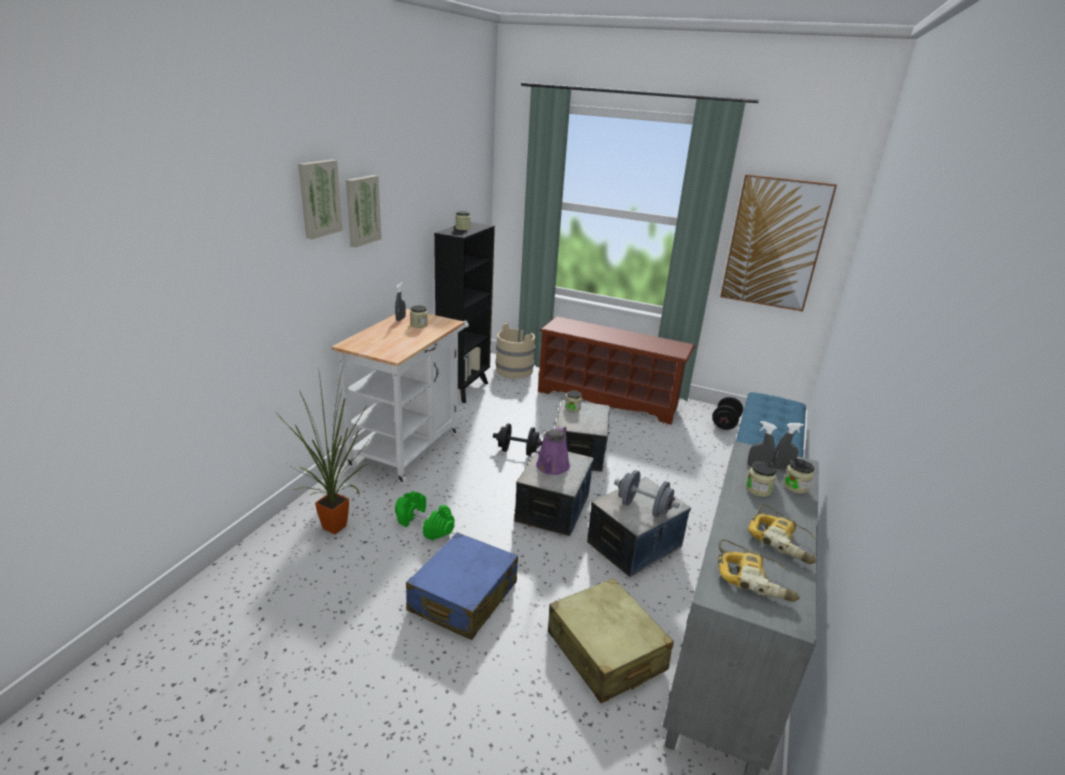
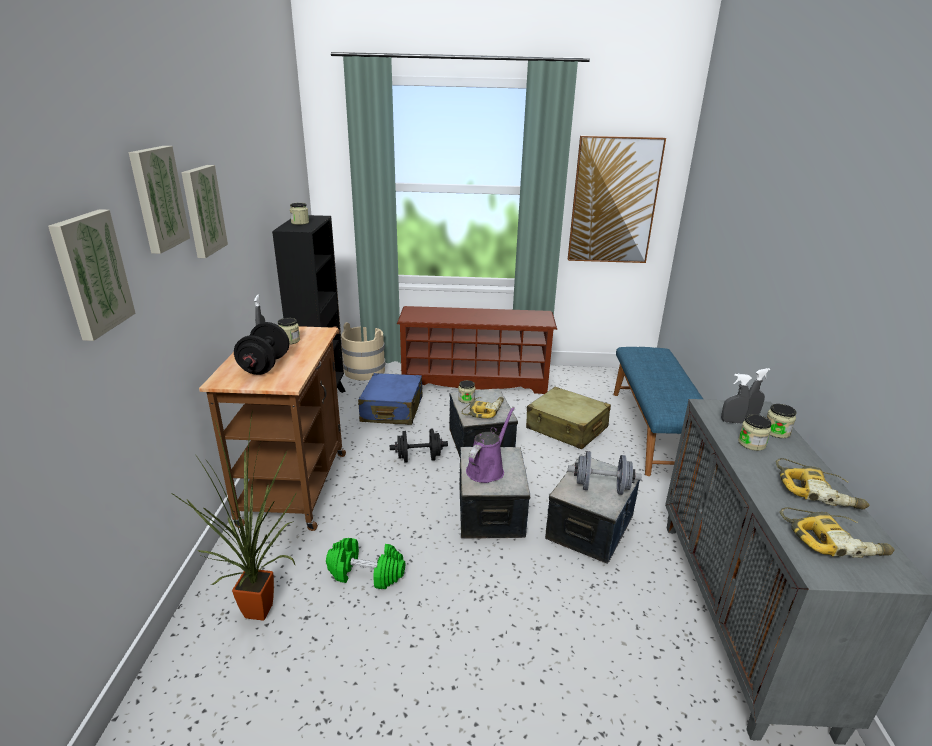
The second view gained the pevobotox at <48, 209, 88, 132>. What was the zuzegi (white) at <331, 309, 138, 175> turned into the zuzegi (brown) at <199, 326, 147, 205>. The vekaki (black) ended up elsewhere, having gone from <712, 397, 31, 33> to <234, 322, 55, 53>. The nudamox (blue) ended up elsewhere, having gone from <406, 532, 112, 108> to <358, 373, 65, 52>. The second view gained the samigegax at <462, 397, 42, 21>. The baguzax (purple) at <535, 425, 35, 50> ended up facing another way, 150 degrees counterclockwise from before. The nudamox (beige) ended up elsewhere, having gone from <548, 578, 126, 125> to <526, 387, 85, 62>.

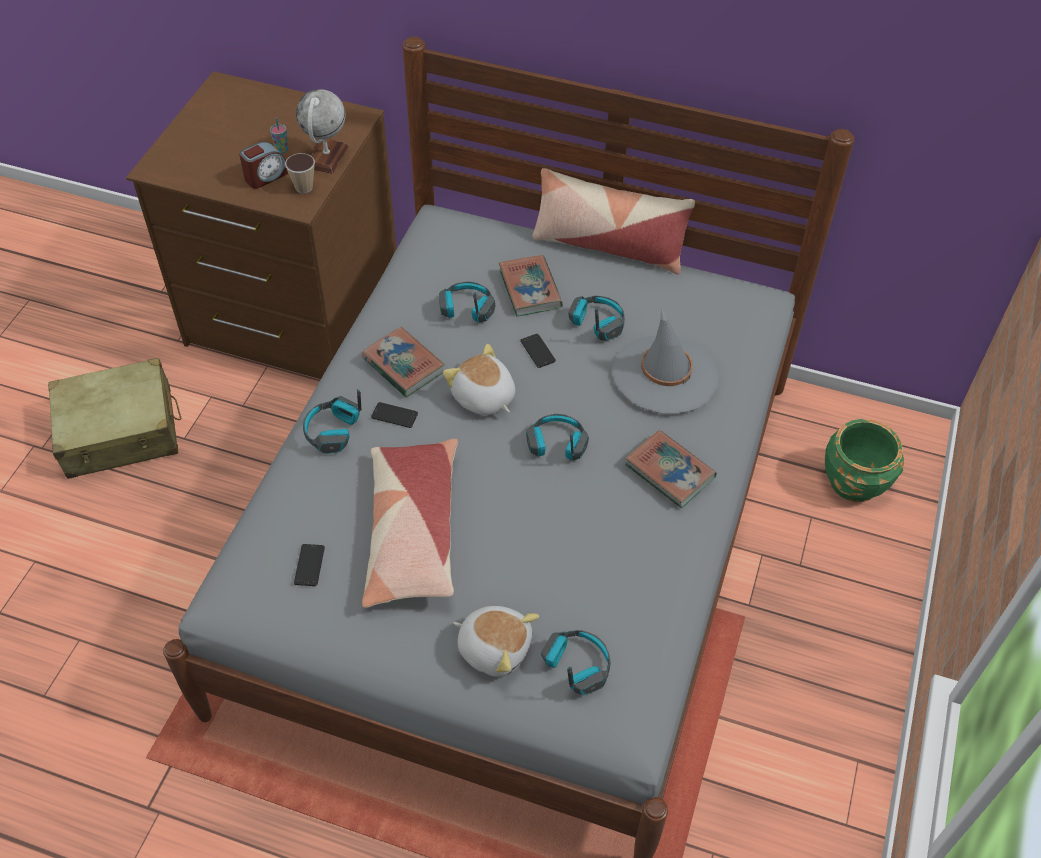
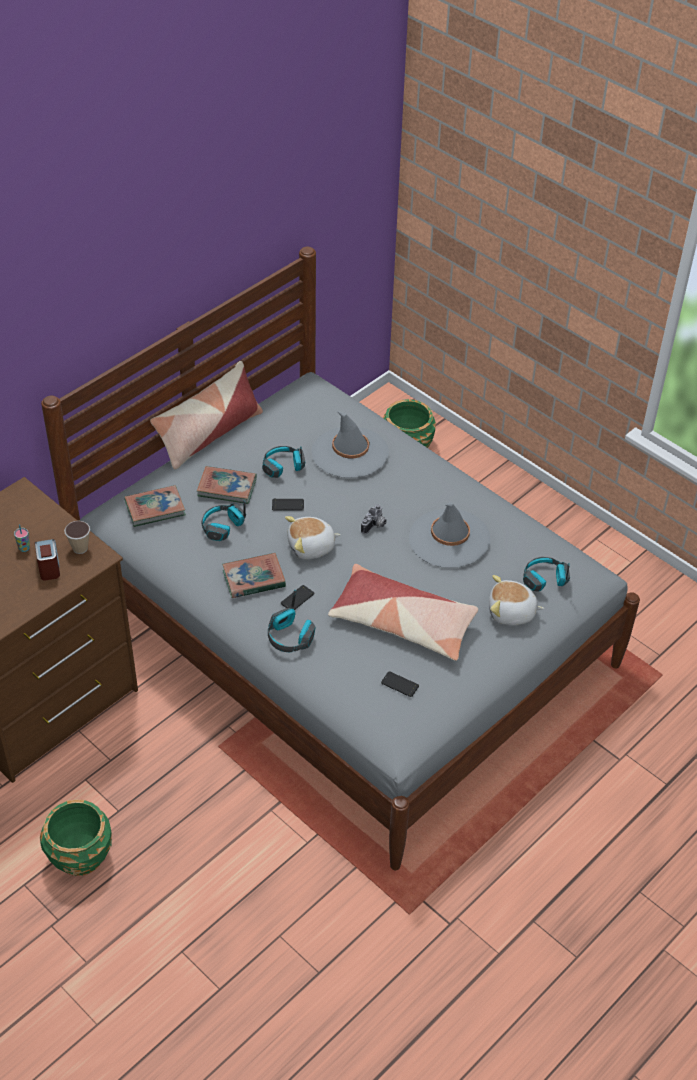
Where the nudamox (beige) stood at <48, 358, 133, 121>, the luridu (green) came to stand at <40, 799, 72, 77>. The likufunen ended up elsewhere, having gone from <625, 430, 92, 78> to <124, 485, 62, 42>. Where the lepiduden stood at <526, 414, 63, 47>, the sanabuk came to stand at <361, 504, 26, 30>. The second view gained the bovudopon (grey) at <409, 502, 81, 66>. The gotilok at <453, 606, 86, 71> ended up facing another way, 135 degrees counterclockwise from before. The second view lost the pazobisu at <296, 89, 52, 85>.

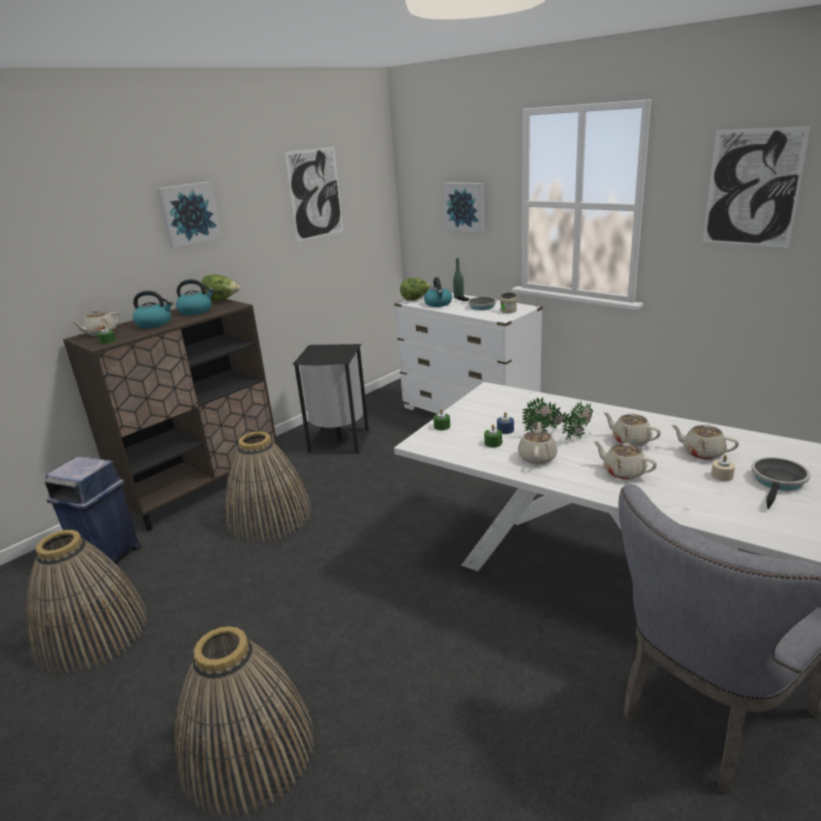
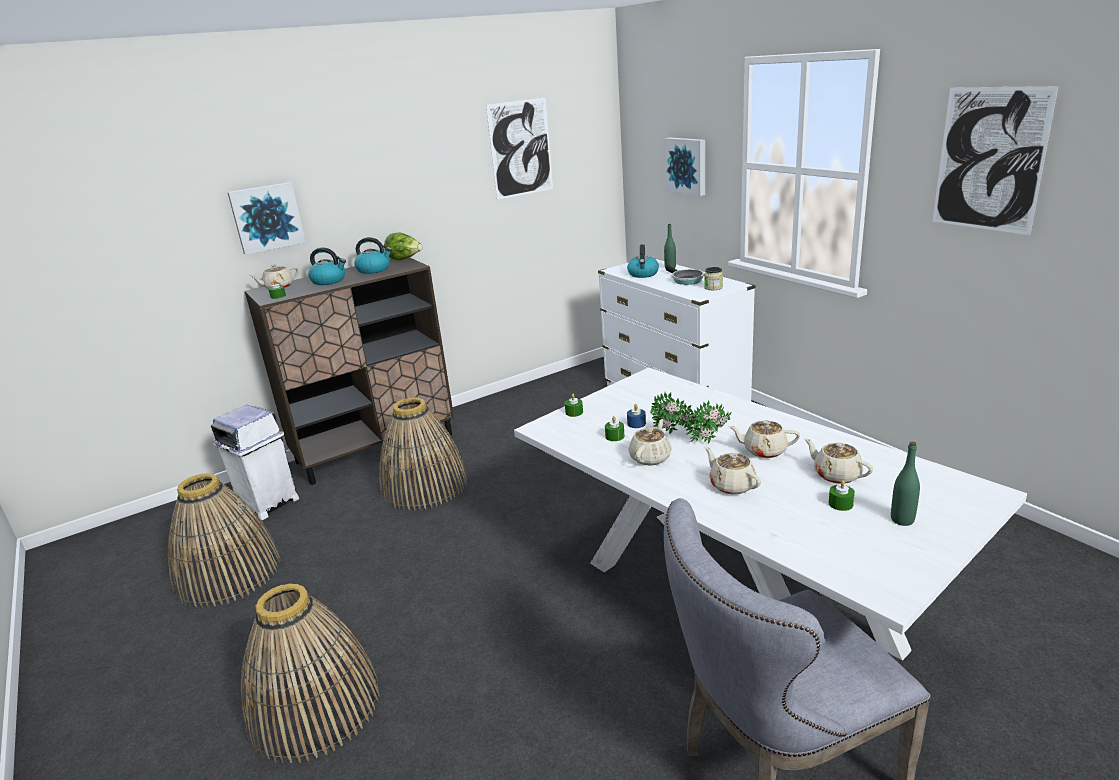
What was the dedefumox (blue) at <45, 456, 96, 117> turned into the dedefumox (white) at <211, 405, 88, 115>. The pevobotox ended up elsewhere, having gone from <157, 181, 65, 67> to <227, 182, 79, 73>. The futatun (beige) at <603, 412, 58, 34> ended up facing another way, 45 degrees counterclockwise from before. What was the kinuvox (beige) at <711, 455, 24, 26> turned into the kinuvox (green) at <829, 480, 26, 31>. Where the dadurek stood at <751, 457, 59, 52>, the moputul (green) came to stand at <891, 442, 29, 84>. The second view lost the dedefumox (black) at <292, 344, 78, 110>. The second view lost the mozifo at <400, 278, 31, 23>.

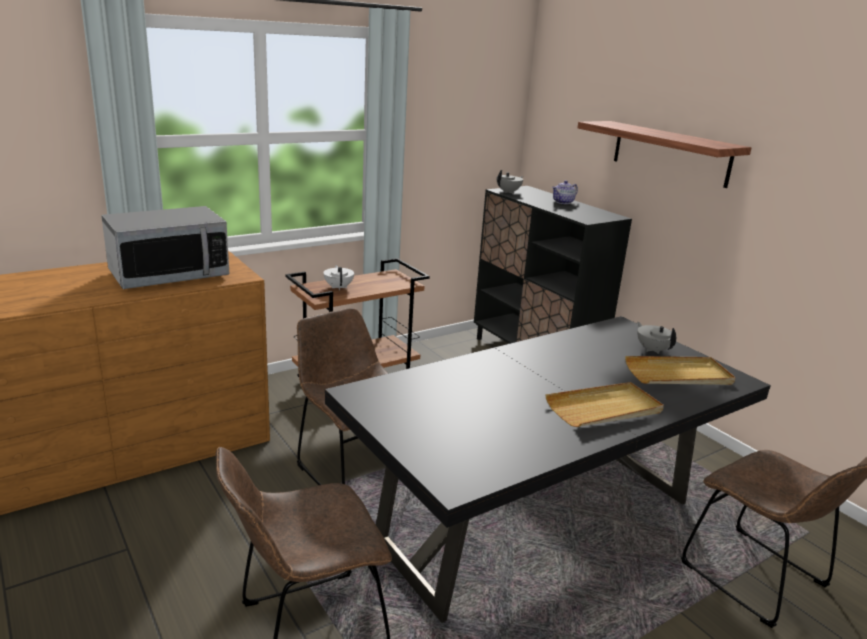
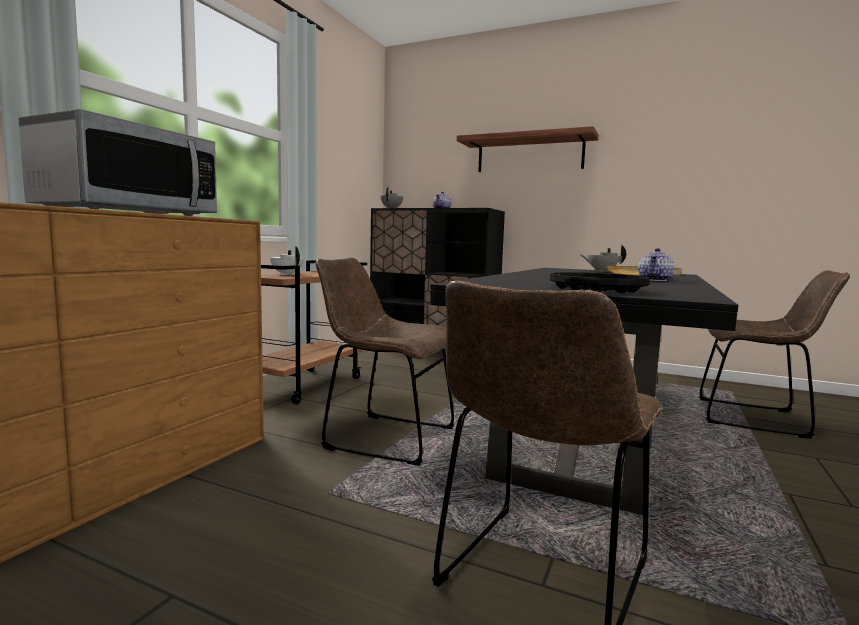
The second view gained the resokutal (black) at <550, 272, 100, 21>. Where the resokutal (beige) stood at <545, 382, 119, 45>, the futatun came to stand at <638, 248, 36, 33>.

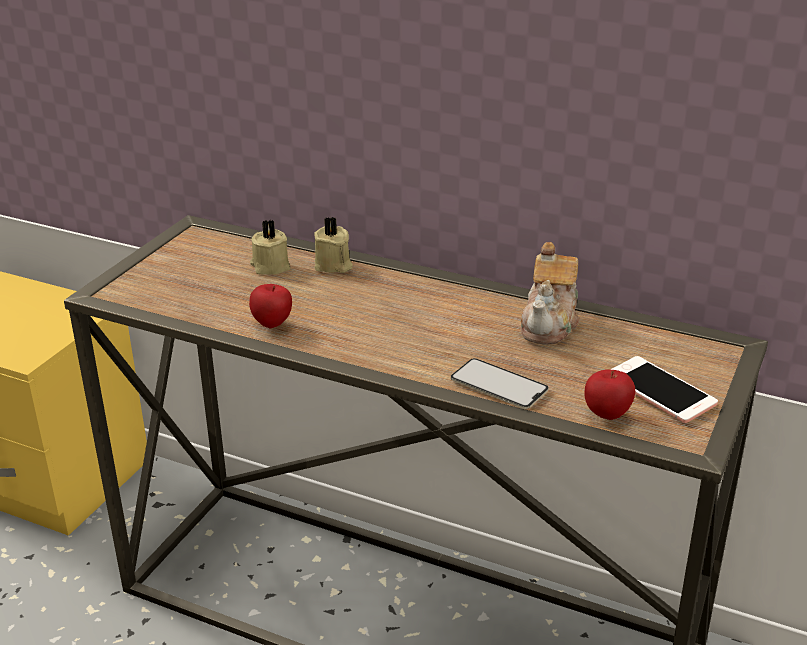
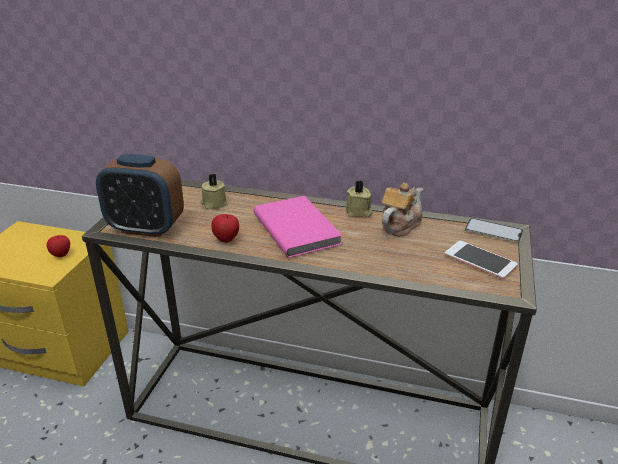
The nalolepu ended up elsewhere, having gone from <584, 369, 51, 51> to <47, 235, 23, 22>. The second view gained the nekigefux at <96, 154, 88, 83>. The second view gained the likufunen (pink) at <253, 196, 90, 62>. The kinuvox (beige) ended up elsewhere, having gone from <314, 217, 39, 56> to <346, 180, 27, 37>. The futatun at <520, 242, 60, 103> ended up facing another way, 150 degrees counterclockwise from before. The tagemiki ended up elsewhere, having gone from <451, 358, 98, 51> to <465, 218, 58, 25>.

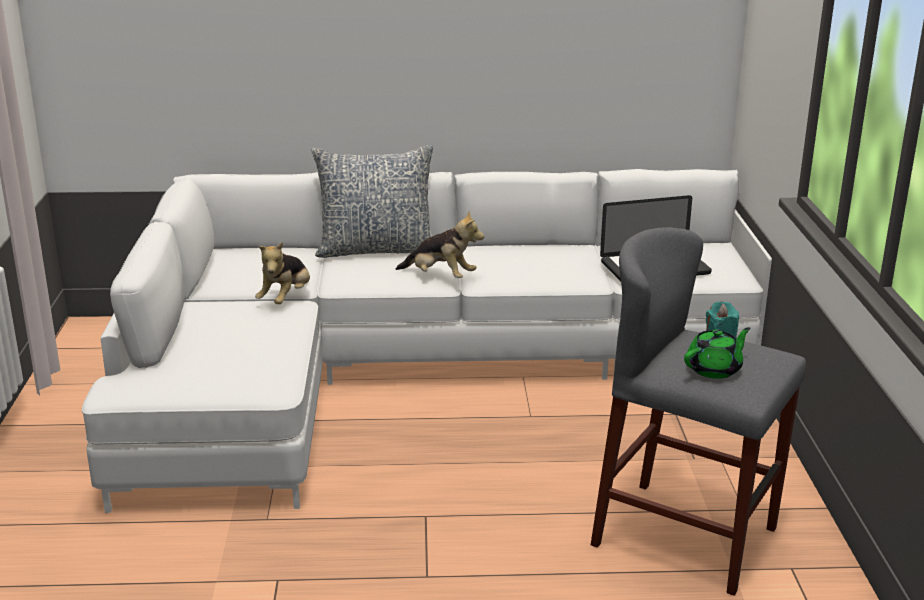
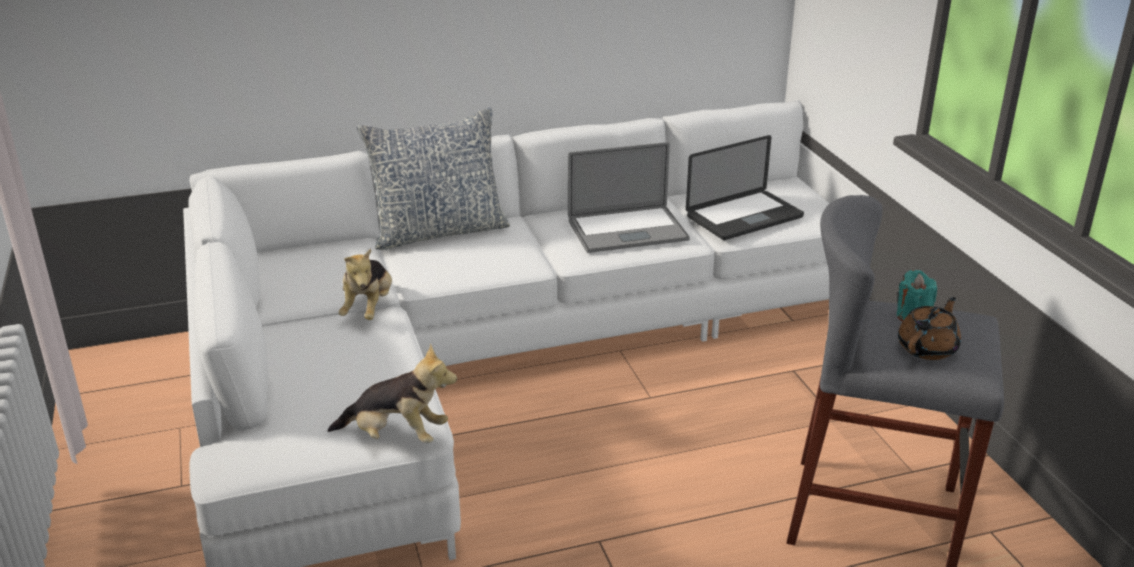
The gotilok ended up elsewhere, having gone from <396, 211, 88, 67> to <327, 344, 130, 99>. The second view gained the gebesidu at <568, 142, 122, 111>. What was the futatun (green) at <684, 327, 67, 52> turned into the futatun (brown) at <898, 297, 63, 63>.

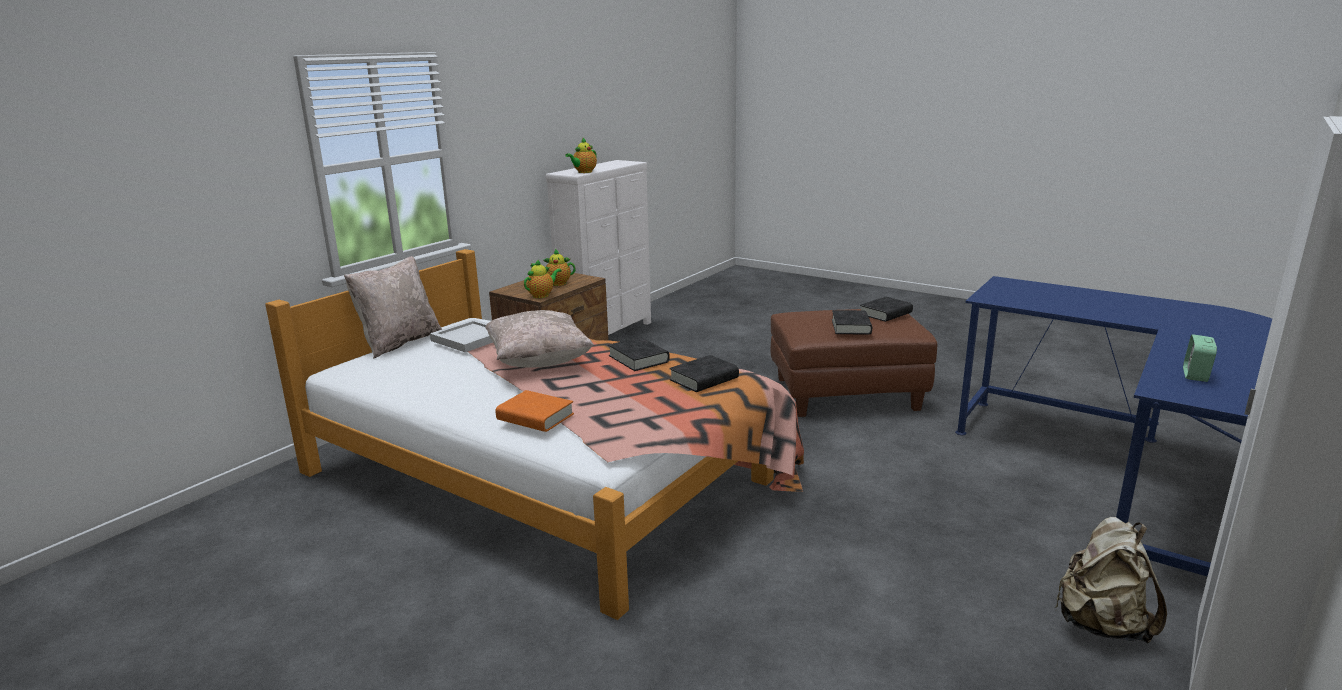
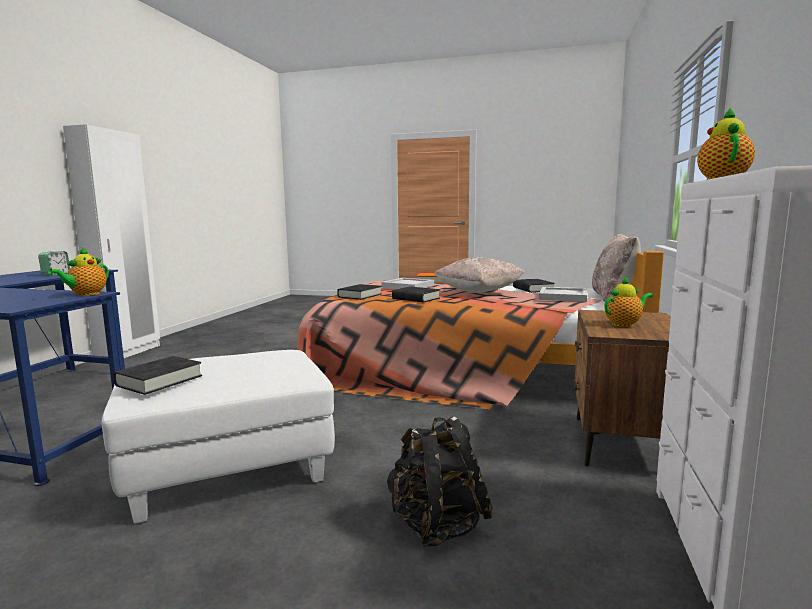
The futatun ended up elsewhere, having gone from <524, 259, 38, 39> to <48, 247, 61, 49>. What was the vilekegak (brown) at <771, 309, 166, 108> turned into the vilekegak (white) at <102, 350, 233, 174>. The second view gained the resokutal (white) at <381, 278, 53, 11>. The second view gained the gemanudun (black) at <387, 416, 106, 131>. The likufunen (black) ended up elsewhere, having gone from <832, 310, 40, 25> to <513, 279, 42, 14>. The second view lost the gemanudun (beige) at <1055, 517, 112, 127>.

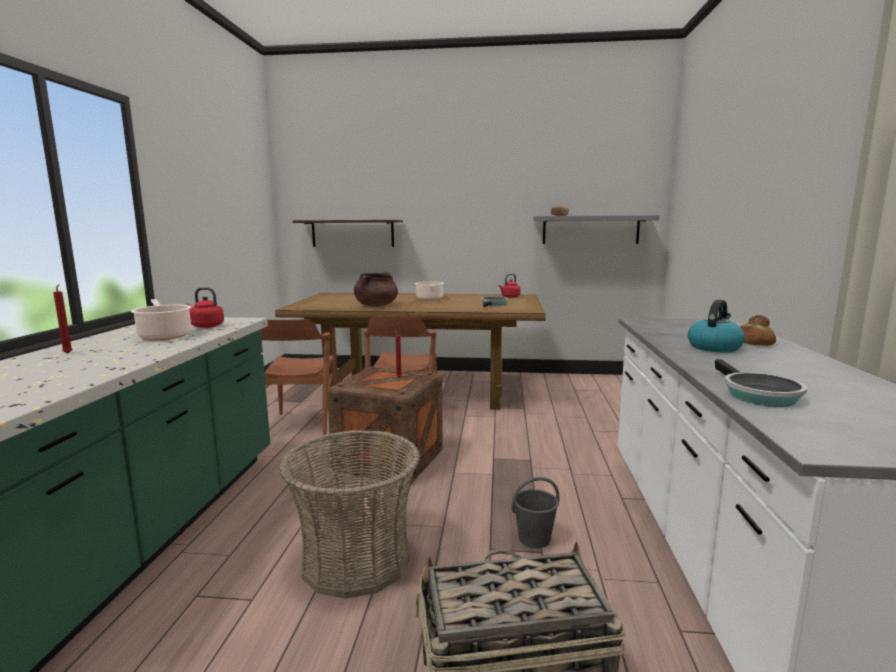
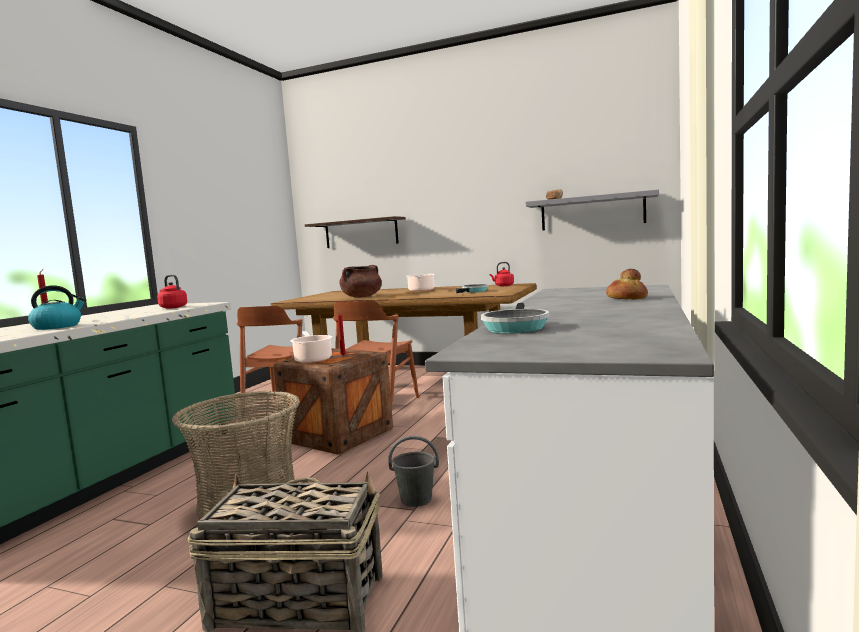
The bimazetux ended up elsewhere, having gone from <688, 300, 57, 53> to <28, 285, 58, 45>. The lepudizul ended up elsewhere, having gone from <131, 299, 60, 41> to <290, 331, 42, 32>.

